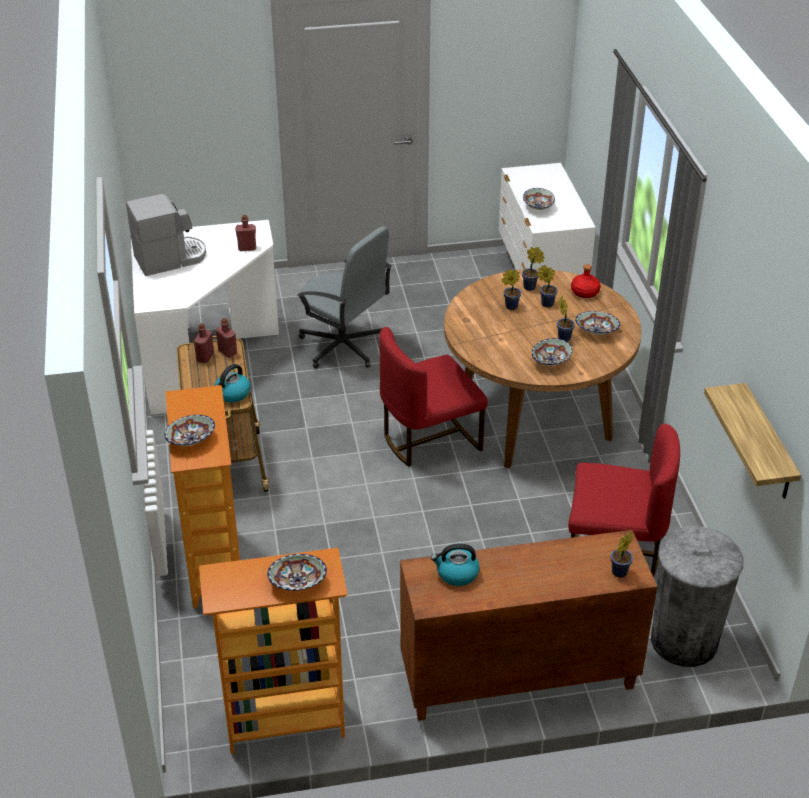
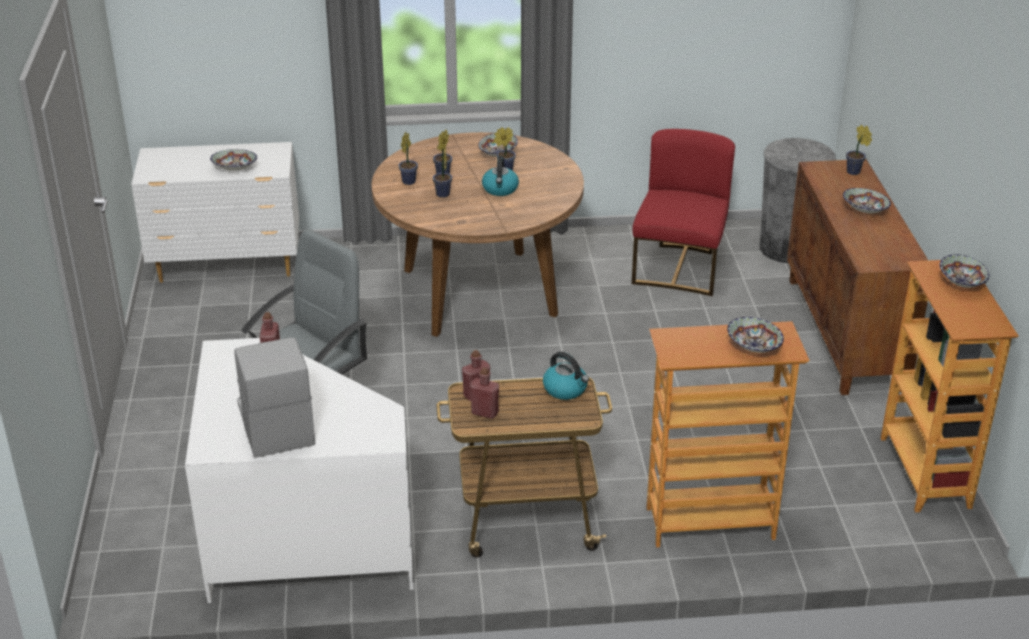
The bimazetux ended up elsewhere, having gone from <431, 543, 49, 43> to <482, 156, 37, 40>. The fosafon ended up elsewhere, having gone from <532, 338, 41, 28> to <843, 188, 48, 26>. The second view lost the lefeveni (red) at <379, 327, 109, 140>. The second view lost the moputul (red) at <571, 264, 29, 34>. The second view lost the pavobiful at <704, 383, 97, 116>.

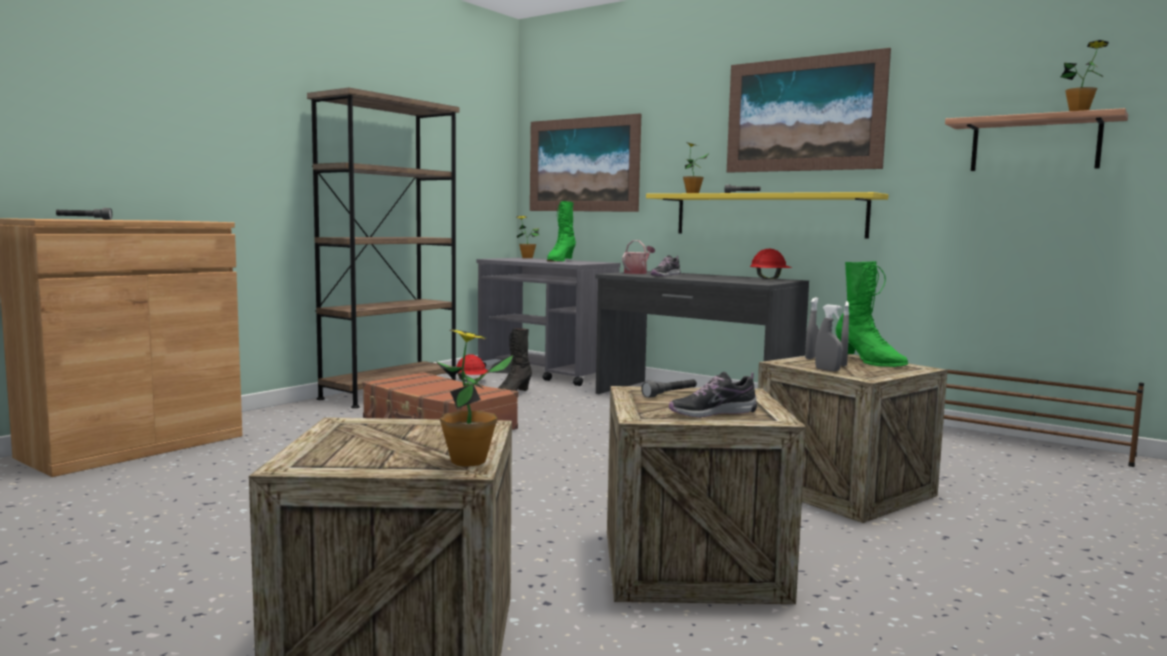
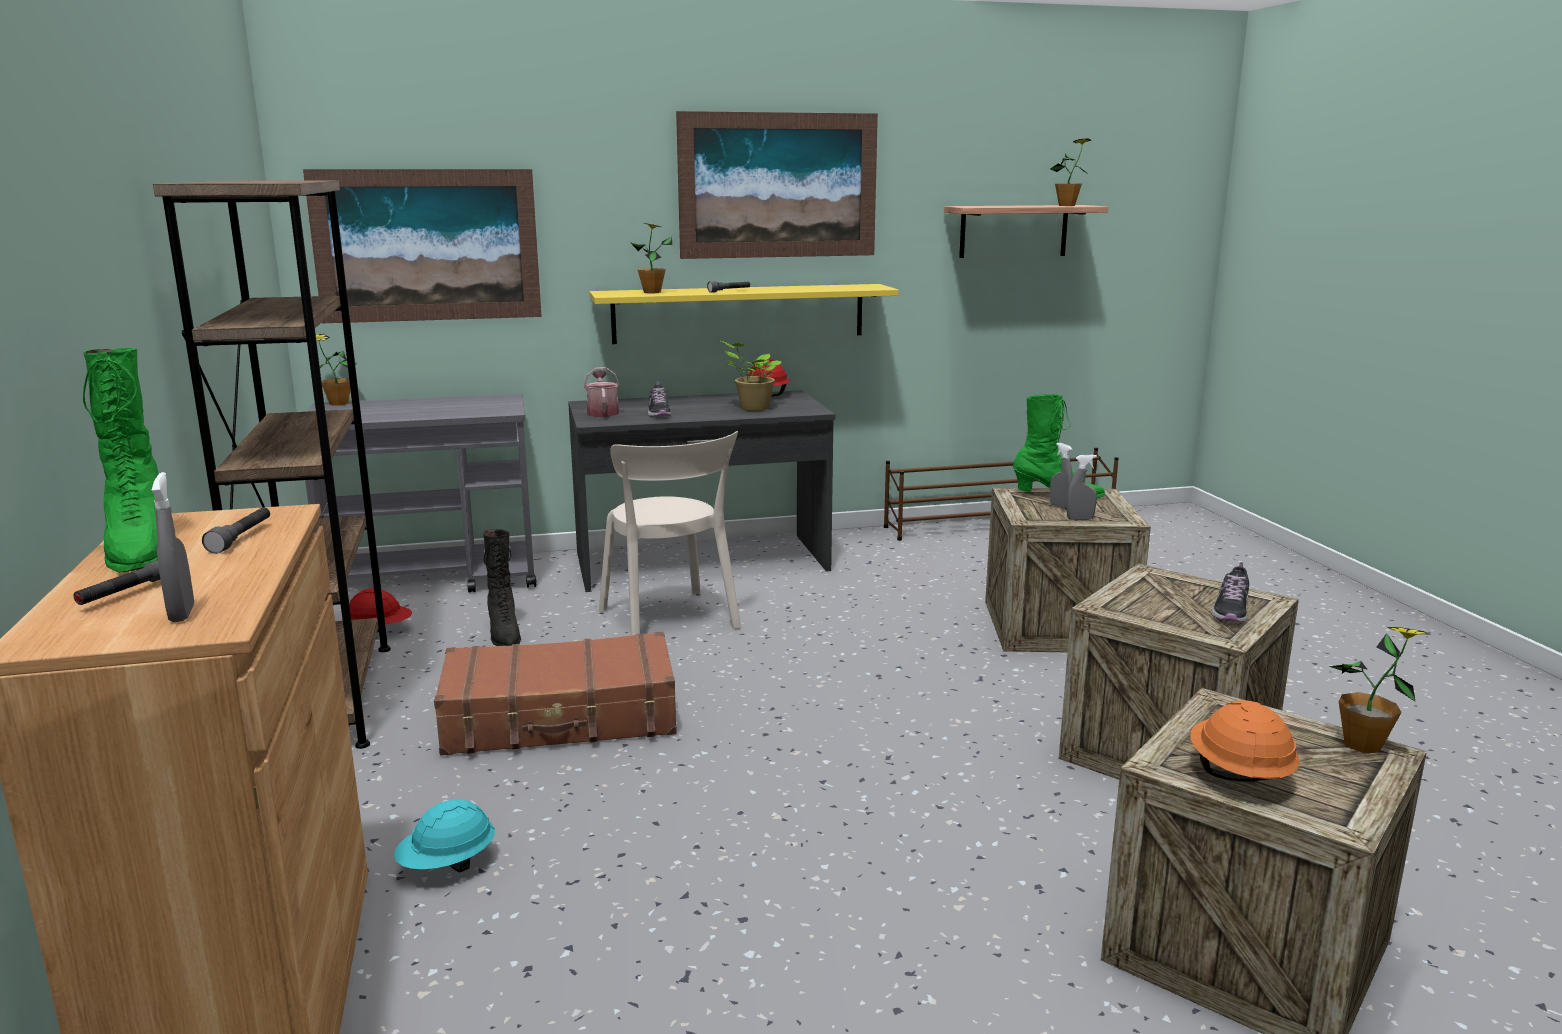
The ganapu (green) ended up elsewhere, having gone from <547, 201, 29, 61> to <83, 348, 76, 224>. The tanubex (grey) ended up elsewhere, having gone from <805, 297, 14, 62> to <152, 472, 42, 150>. The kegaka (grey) ended up elsewhere, having gone from <641, 379, 56, 19> to <202, 507, 68, 47>. The second view gained the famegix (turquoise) at <394, 799, 101, 73>. The second view gained the lefeveni (beige) at <599, 431, 142, 204>. The second view gained the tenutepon at <719, 340, 62, 71>. The second view gained the famegix (orange) at <1191, 700, 109, 82>.

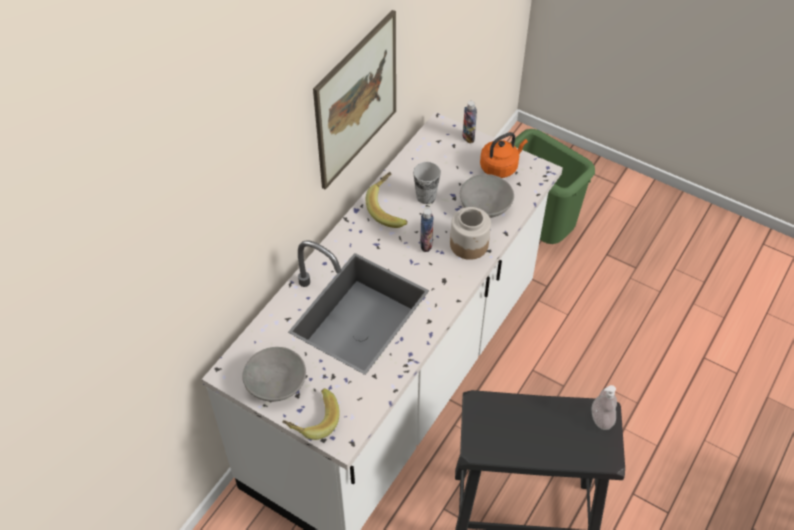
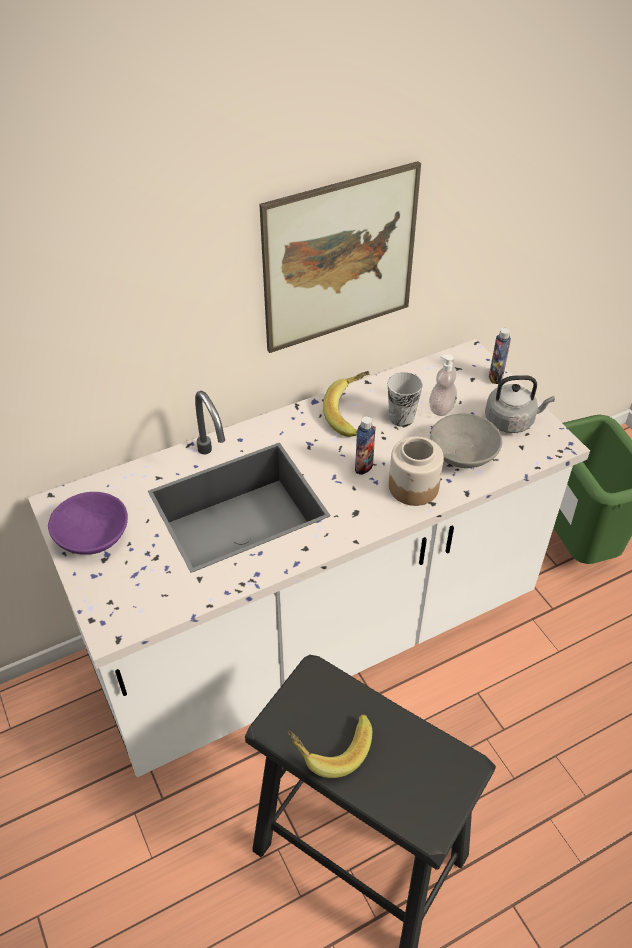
What was the fosafon (grey) at <242, 347, 64, 55> turned into the fosafon (purple) at <48, 492, 80, 63>. The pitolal ended up elsewhere, having gone from <282, 388, 57, 52> to <287, 714, 85, 64>. The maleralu ended up elsewhere, having gone from <592, 385, 25, 45> to <429, 354, 28, 62>. What was the bimazetux (orange) at <480, 132, 48, 46> turned into the bimazetux (grey) at <485, 375, 70, 58>.

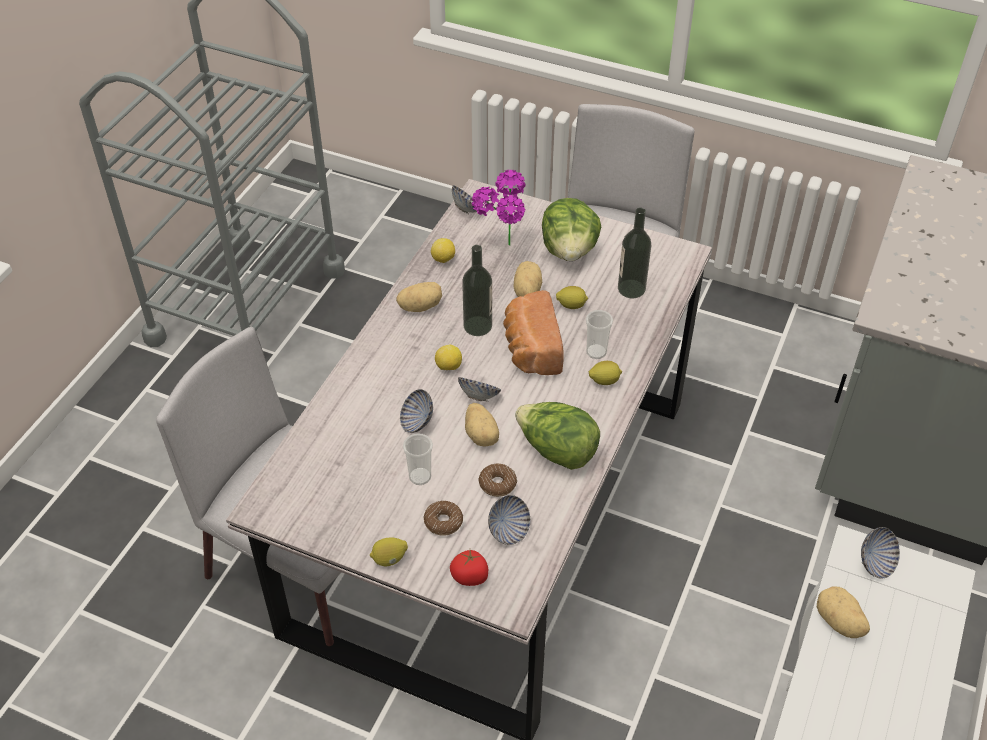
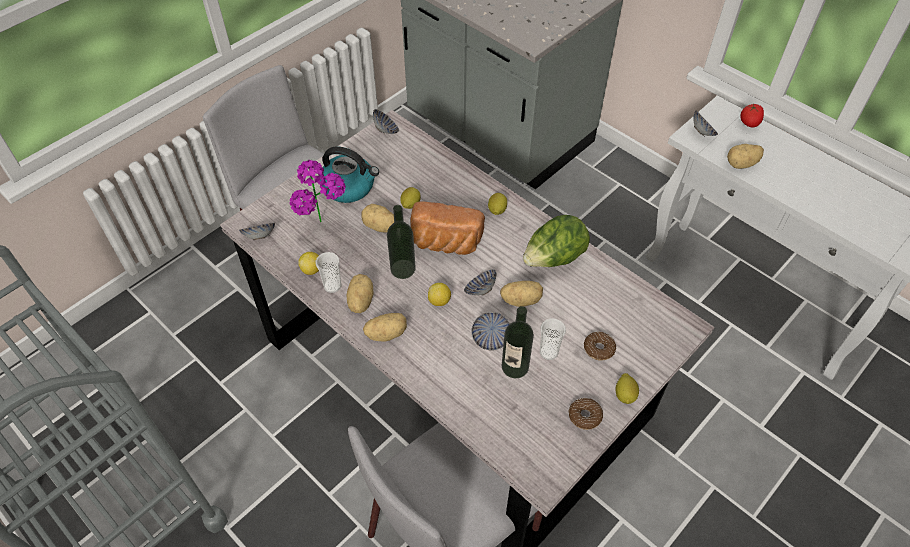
The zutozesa ended up elsewhere, having gone from <586, 310, 27, 49> to <315, 252, 26, 41>. Where the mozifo stood at <542, 198, 59, 63>, the bimazetux came to stand at <319, 147, 60, 56>. The second view gained the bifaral at <363, 313, 44, 29>. The fosafon ended up elsewhere, having gone from <488, 495, 42, 50> to <373, 109, 26, 26>. The moputul ended up elsewhere, having gone from <618, 208, 33, 91> to <502, 306, 32, 72>. The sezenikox ended up elsewhere, having gone from <478, 464, 39, 33> to <568, 398, 35, 32>. The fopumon ended up elsewhere, having gone from <450, 550, 38, 36> to <741, 104, 23, 23>.

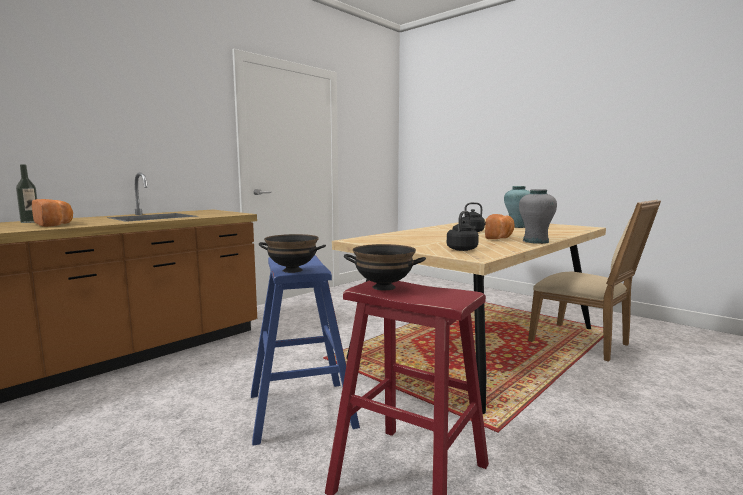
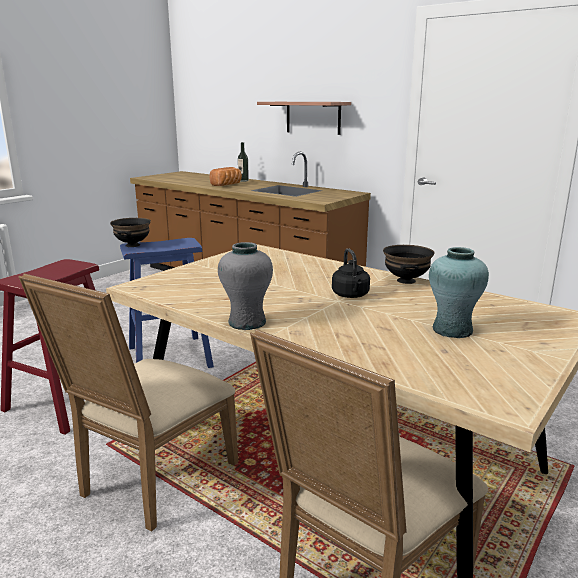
The second view gained the lefeveni (beige) at <19, 273, 219, 259>. The second view gained the pavobiful at <257, 102, 94, 33>. The fosafon (black) ended up elsewhere, having gone from <344, 244, 82, 46> to <383, 245, 51, 39>. The second view lost the bimazetux (black) at <447, 211, 32, 40>. The second view lost the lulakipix at <485, 214, 30, 25>.

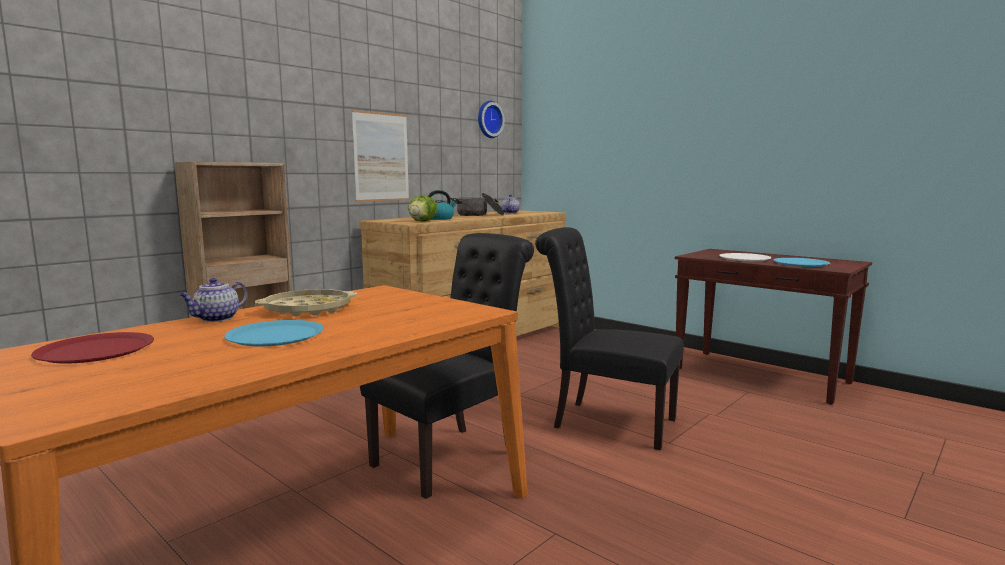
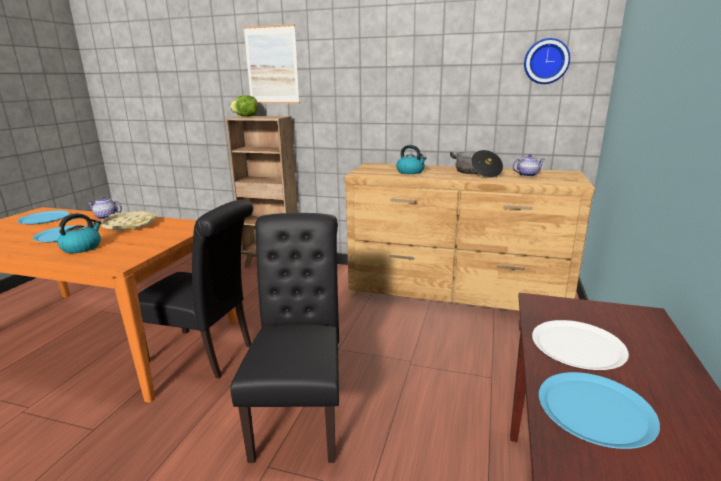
What was the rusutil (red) at <31, 332, 123, 32> turned into the rusutil (blue) at <17, 211, 52, 14>. The second view gained the bimazetux at <57, 213, 45, 40>. The mozifo ended up elsewhere, having gone from <408, 195, 30, 27> to <230, 95, 28, 22>. The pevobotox ended up elsewhere, having gone from <352, 110, 57, 92> to <243, 24, 57, 80>.

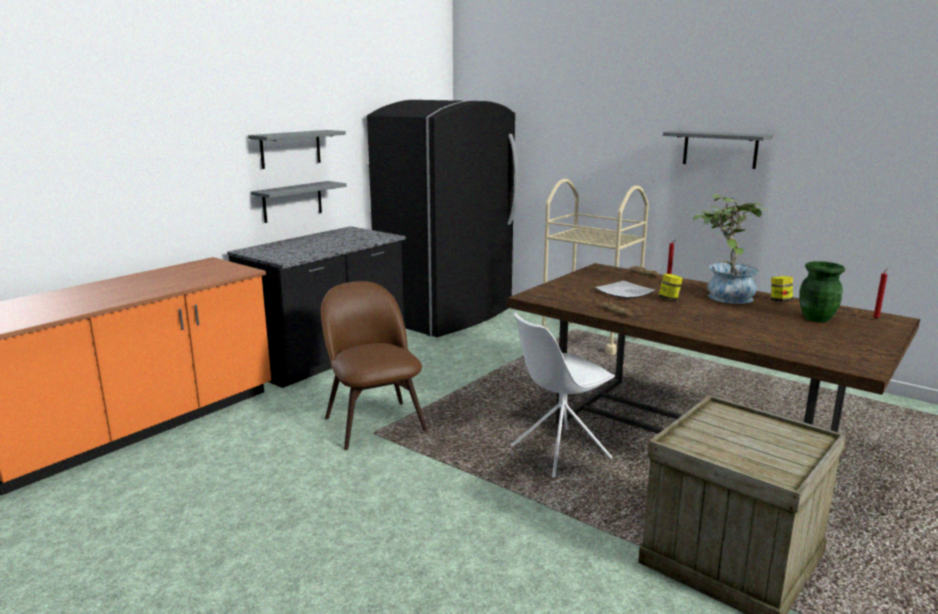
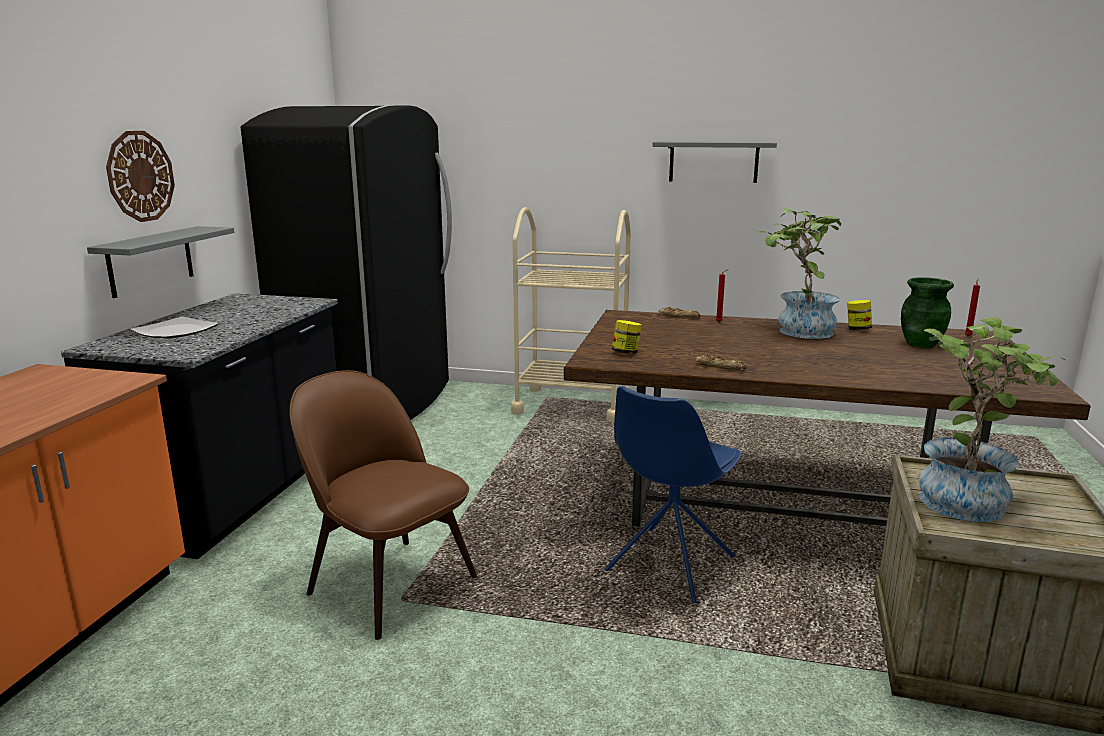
Where the pavobiful (grey) hung at <248, 130, 98, 39>, the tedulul came to hang at <106, 131, 69, 91>. The rusutil ended up elsewhere, having gone from <595, 281, 61, 17> to <130, 316, 89, 23>. What was the lefeveni (white) at <511, 313, 104, 165> turned into the lefeveni (blue) at <604, 386, 137, 217>. The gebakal ended up elsewhere, having gone from <659, 274, 24, 26> to <612, 320, 30, 34>. The second view gained the tenutepon at <919, 317, 147, 205>.

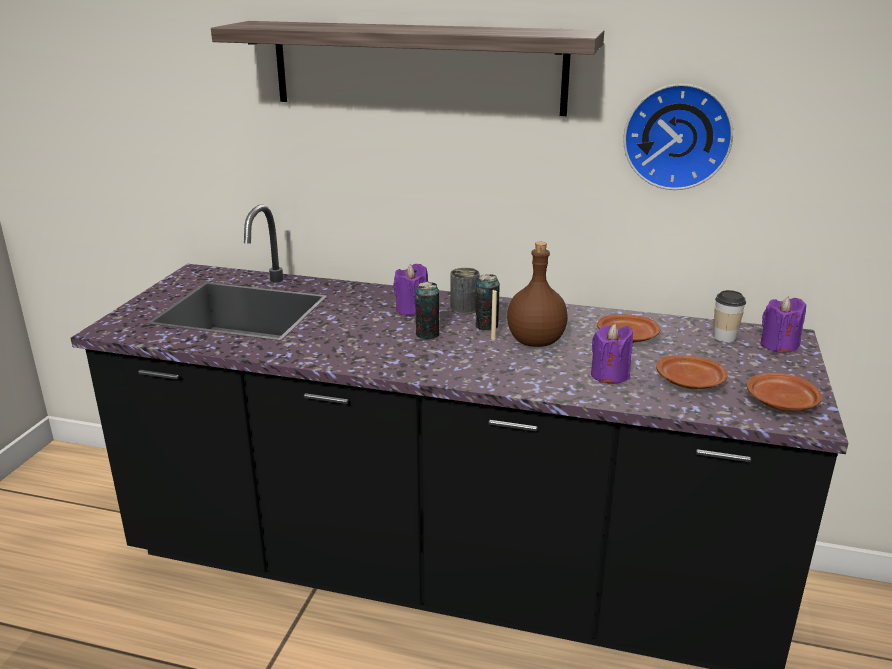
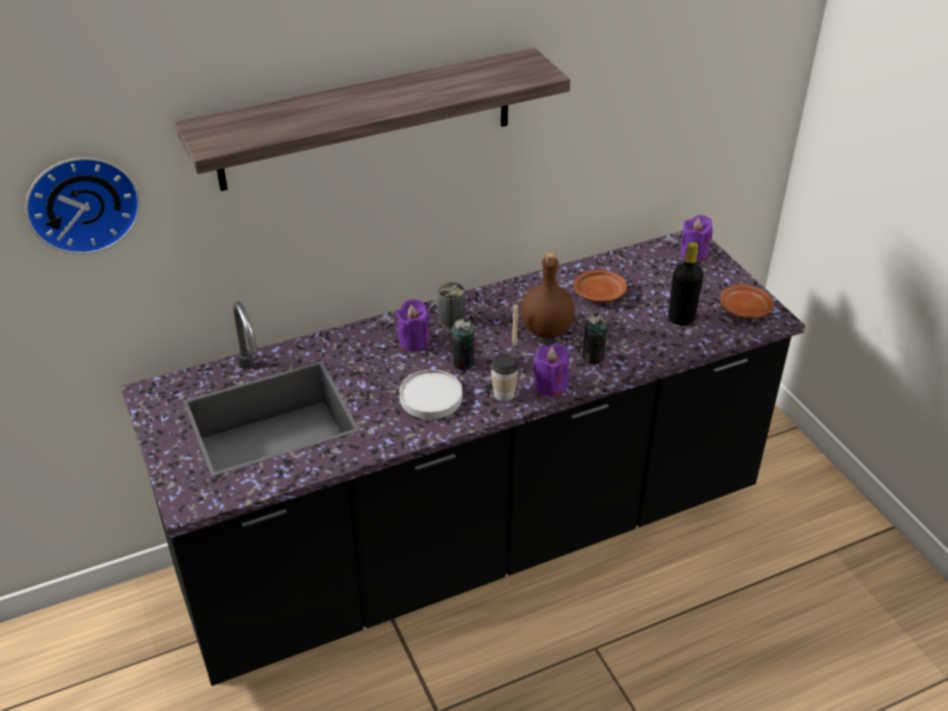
The tedulul ended up elsewhere, having gone from <623, 84, 110, 106> to <25, 157, 116, 98>. The second view gained the rusutil (white) at <399, 370, 63, 49>. The zutozesa ended up elsewhere, having gone from <713, 290, 33, 52> to <491, 354, 28, 47>. The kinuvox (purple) ended up elsewhere, having gone from <591, 324, 42, 60> to <533, 343, 36, 54>. The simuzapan ended up elsewhere, having gone from <475, 274, 25, 56> to <582, 313, 25, 52>. Where the rusutil (brown) stood at <656, 355, 71, 34>, the moputul (black) came to stand at <668, 242, 36, 83>.

